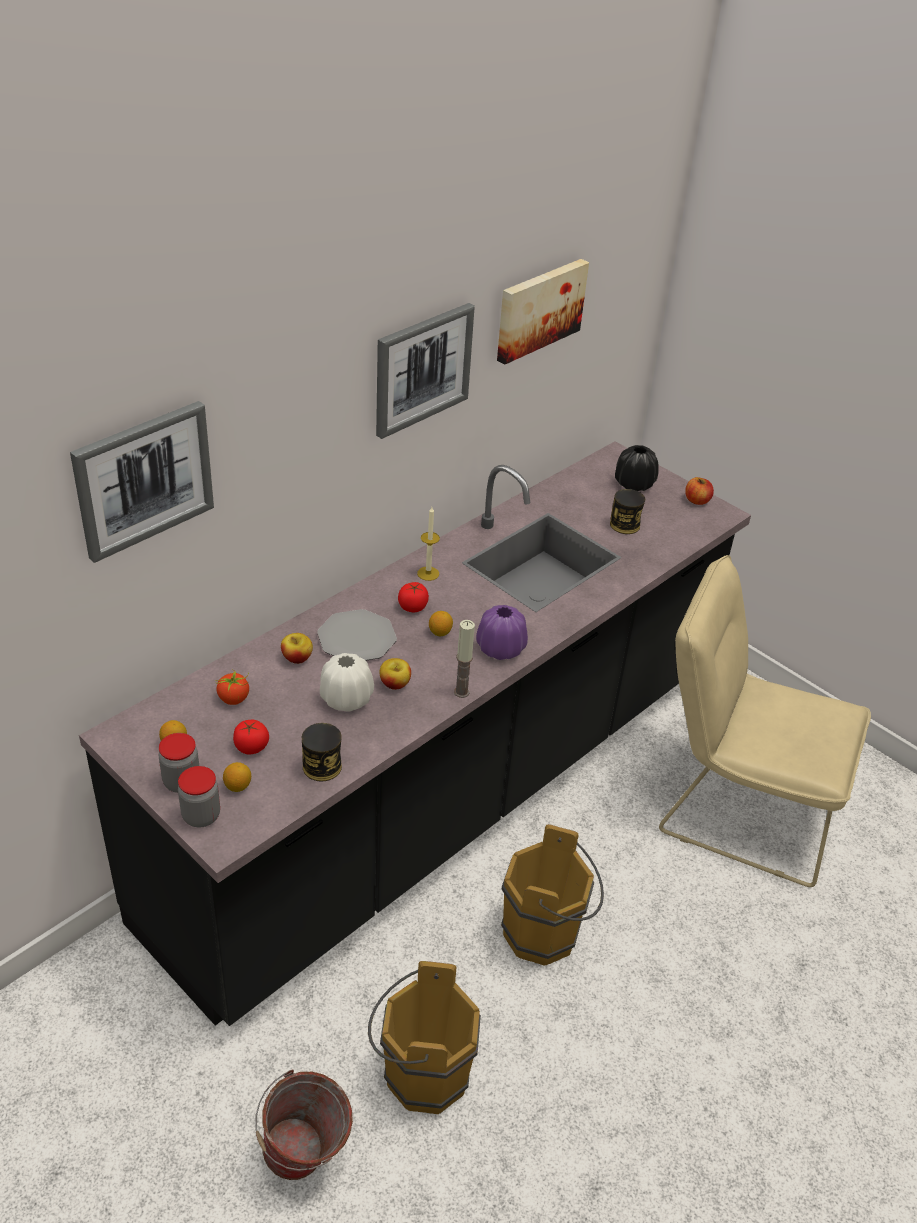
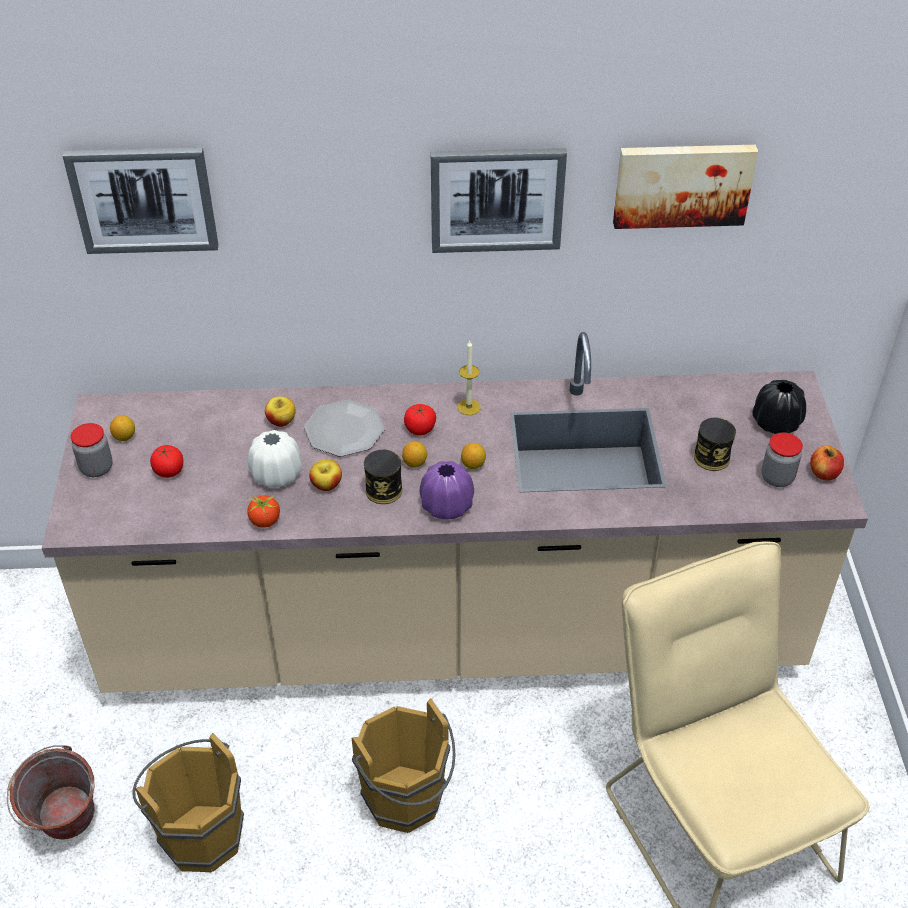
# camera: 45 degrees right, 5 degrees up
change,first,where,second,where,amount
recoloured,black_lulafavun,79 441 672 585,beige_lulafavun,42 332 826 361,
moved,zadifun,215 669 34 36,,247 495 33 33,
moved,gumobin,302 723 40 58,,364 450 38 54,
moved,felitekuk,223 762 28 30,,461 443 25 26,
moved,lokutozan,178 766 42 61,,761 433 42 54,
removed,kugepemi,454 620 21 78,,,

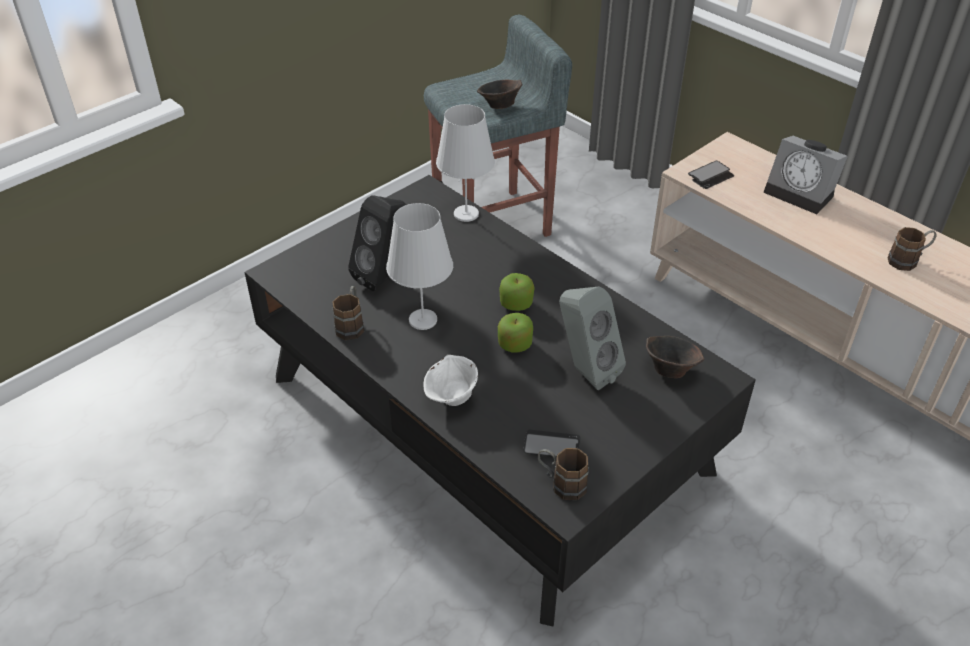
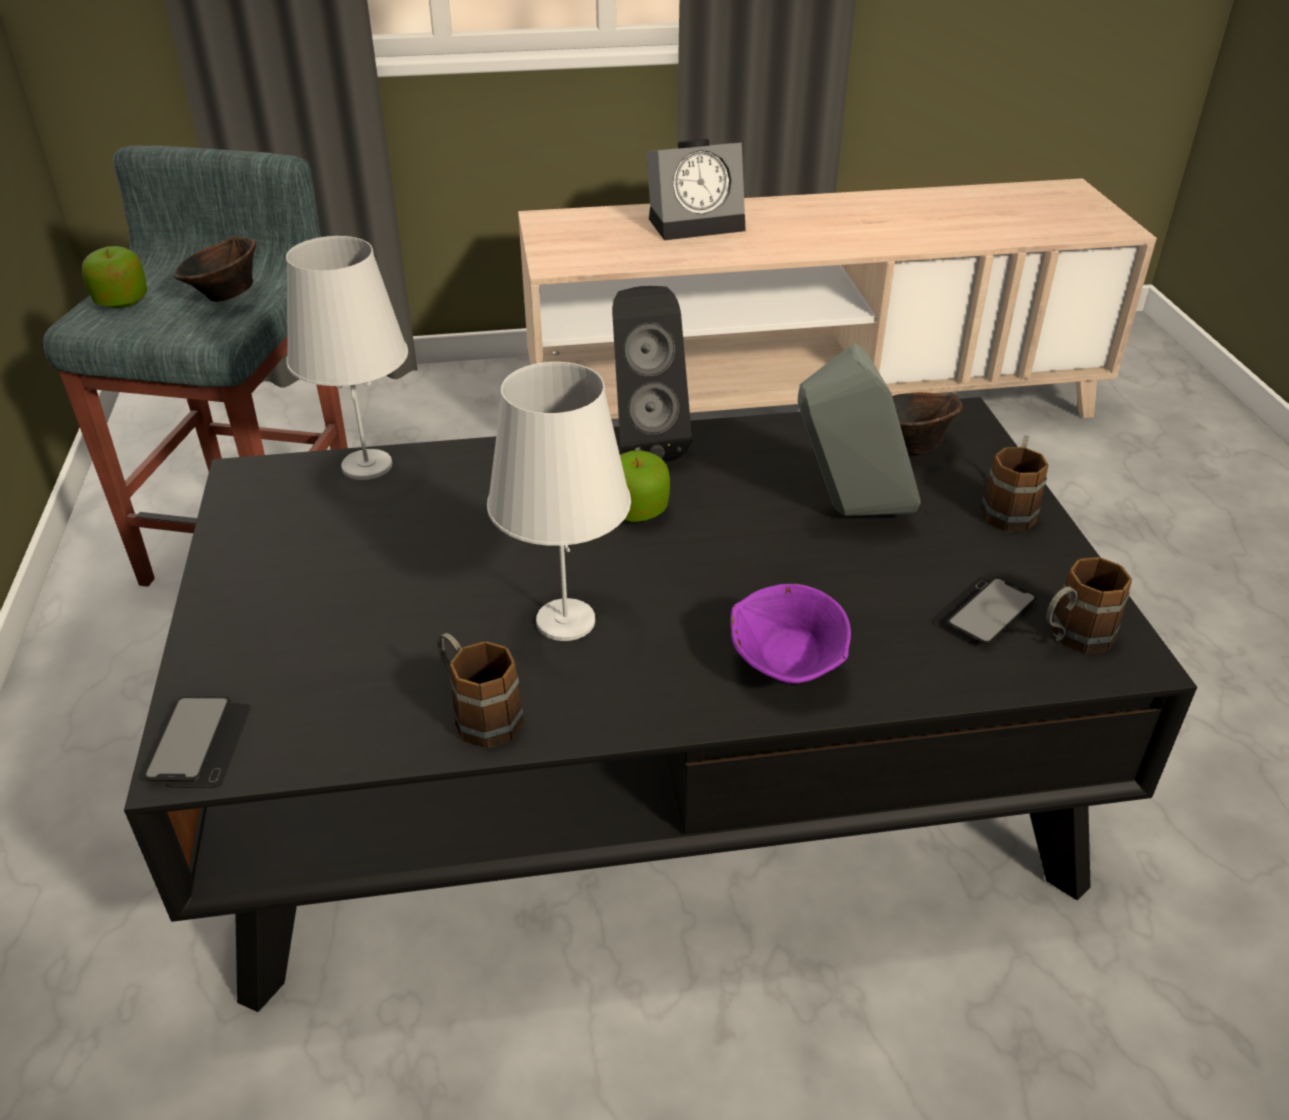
# camera: 55 degrees left, 5 degrees down
change,first,where,second,where,amount
moved,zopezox,498 313 35 40,,82 246 65 62,
moved,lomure,688 161 46 28,,143 696 107 92,
moved,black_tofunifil,348 195 58 96,,612 286 80 176,
recoloured,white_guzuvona,423 354 55 52,purple_guzuvona,730 584 121 100,
moved,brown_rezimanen,887 227 50 44,,980 435 68 97,

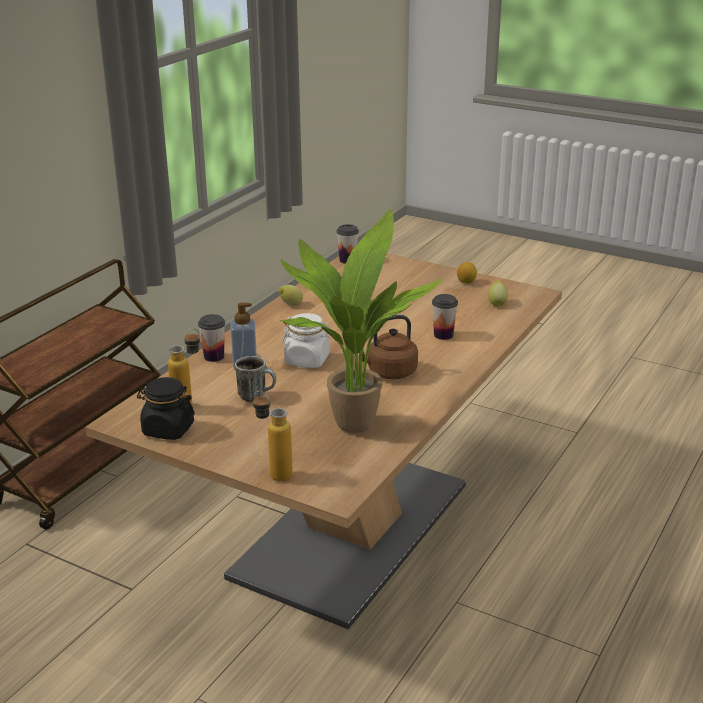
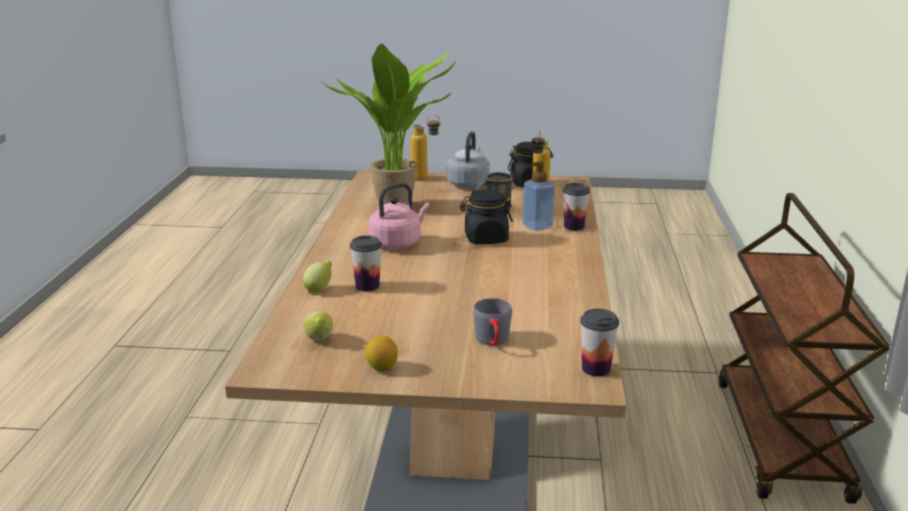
# camera: 155 degrees right, 5 degrees down
change,first,where,second,where,amount
moved,felitekuk,278 285 25 21,,303 260 29 33,
recoloured,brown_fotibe,362 315 56 64,pink_fotibe,369 183 61 66,
added,,,grey_fotibe,447 131 43 57,
recoloured,white_lokutozan,282 313 48 55,black_lokutozan,460 189 53 55,
added,,,grey_rezimanen,473 298 39 48,

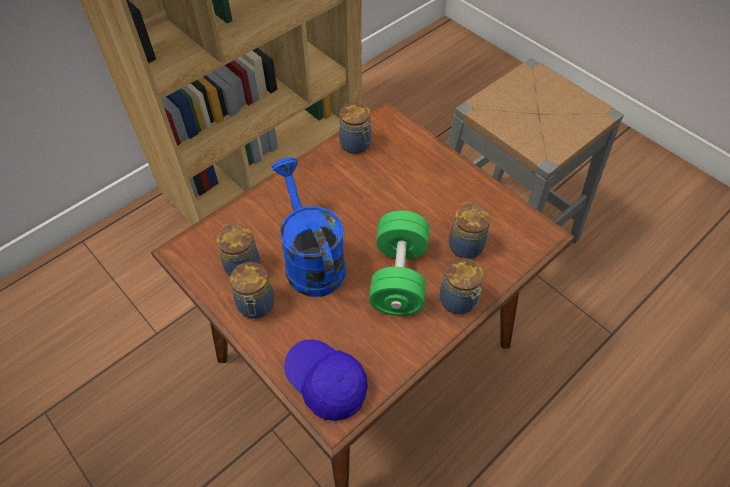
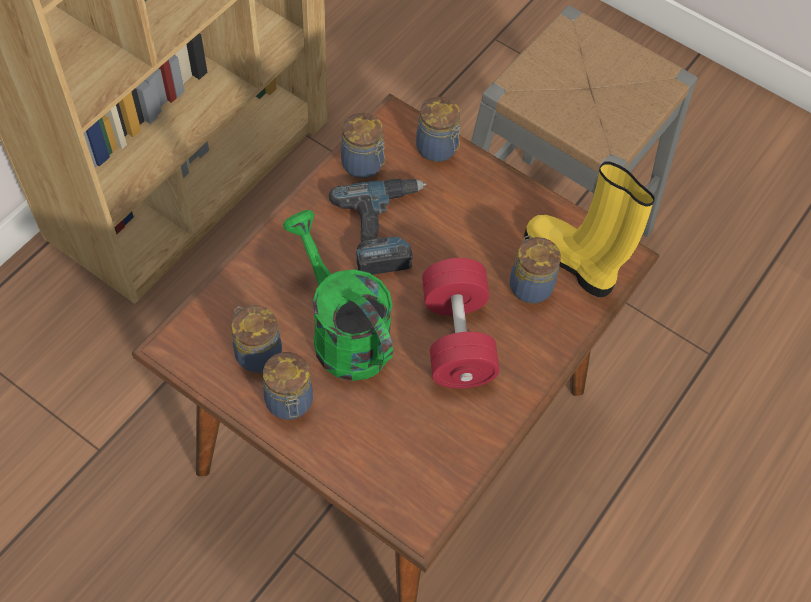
# camera: 15 degrees left, 5 degrees up
change,first,where,second,where,amount
recoloured,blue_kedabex,272 157 73 140,green_kedabex,283 210 110 171,
added,,,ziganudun,329 179 98 96,
moved,lokutozan,439 258 44 57,,416 97 45 65,
recoloured,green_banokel,369 211 60 105,red_banokel,422 258 78 131,
added,,,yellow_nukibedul,524 162 131 135,
removed,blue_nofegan,284 339 84 82,,,

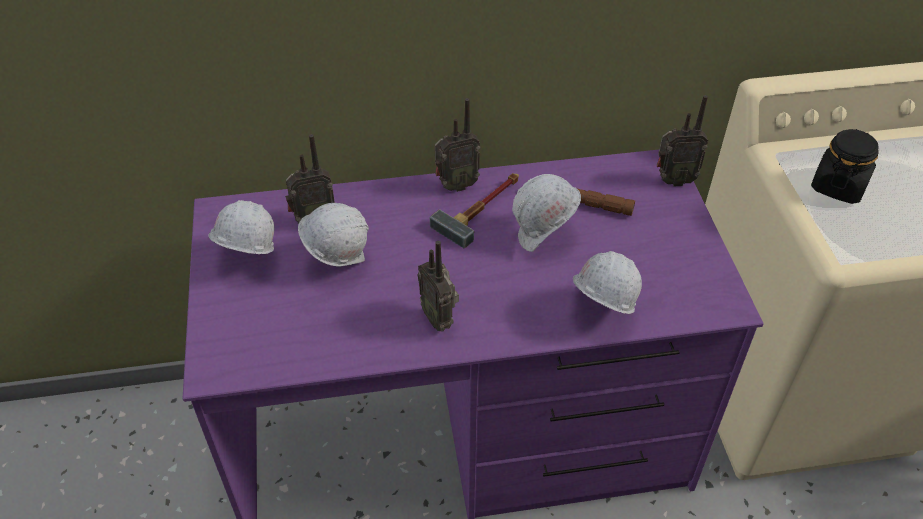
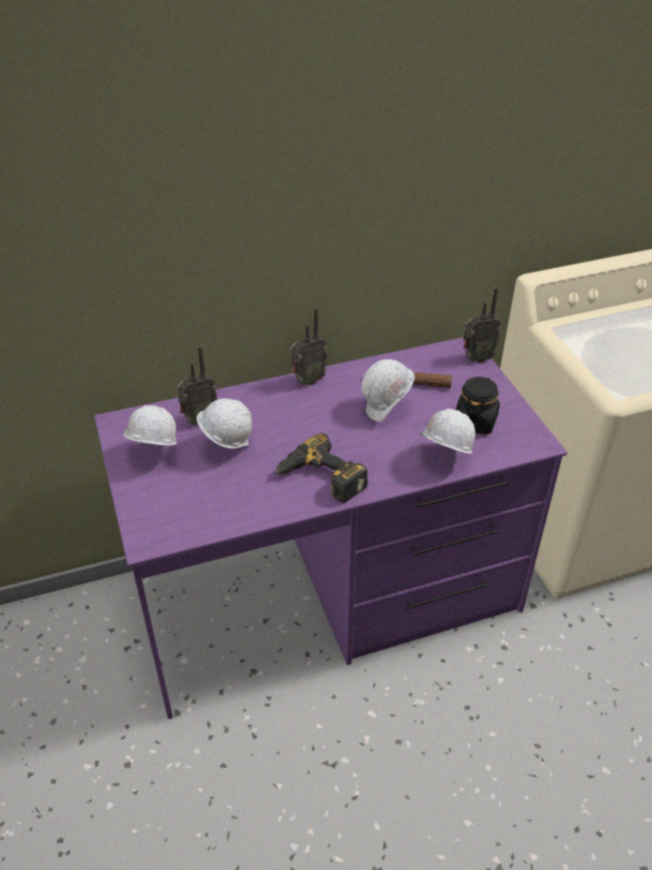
# camera: 10 degrees left, 5 degrees down
change,first,where,second,where,amount
replaced,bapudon,417 241 42 91,ziganudun,275 433 93 70,
moved,black_lokutozan,811 129 68 75,,456 376 44 59,
removed,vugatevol,430 173 89 75,,,

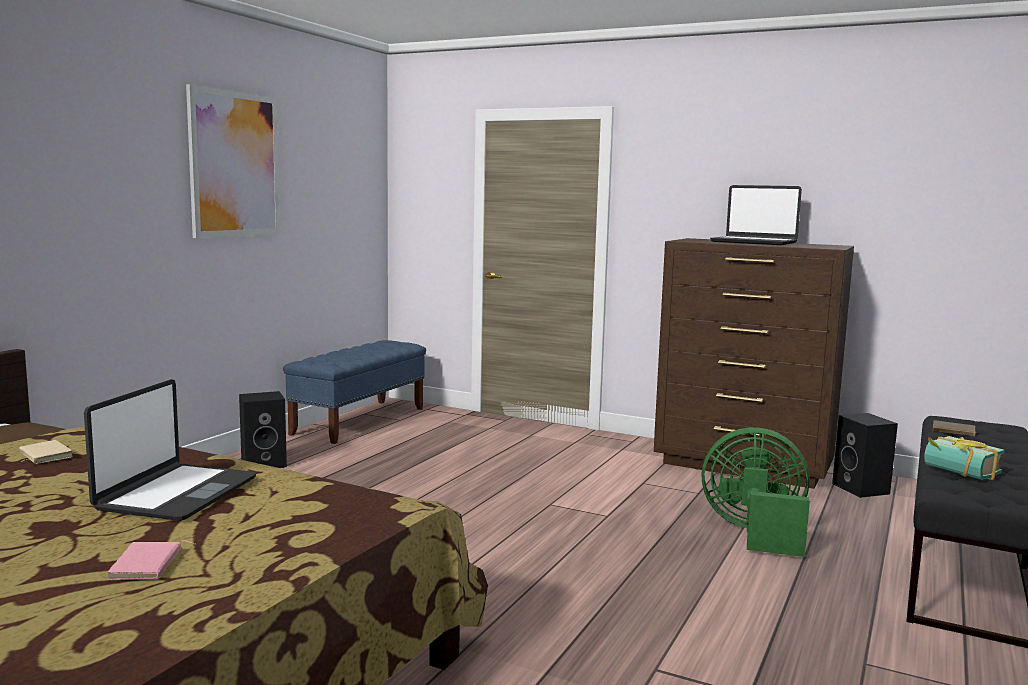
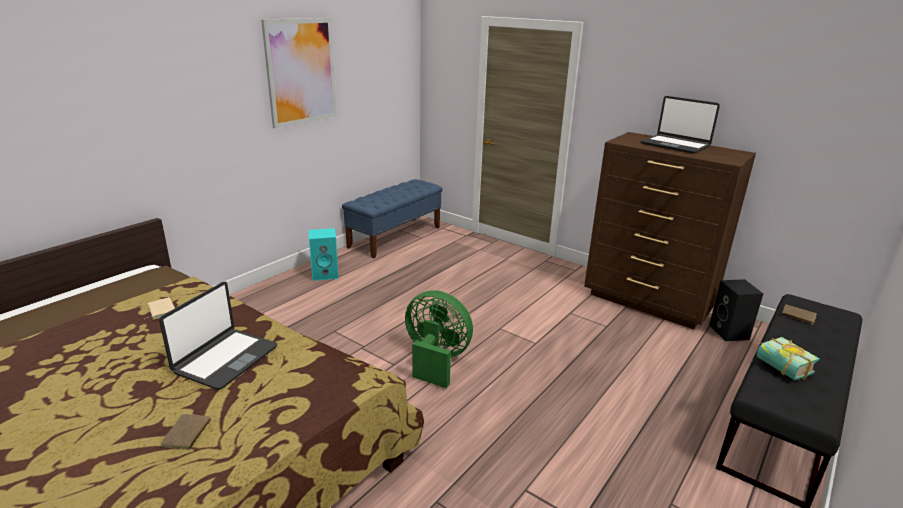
# camera: 10 degrees right, 15 degrees up
change,first,where,second,where,amount
recoloured,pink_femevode,107 540 88 40,brown_femevode,160 414 59 36,
recoloured,black_tofunifil,239 391 48 77,turquoise_tofunifil,309 228 30 53,
moved,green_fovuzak,702 427 108 130,,405 290 68 98,

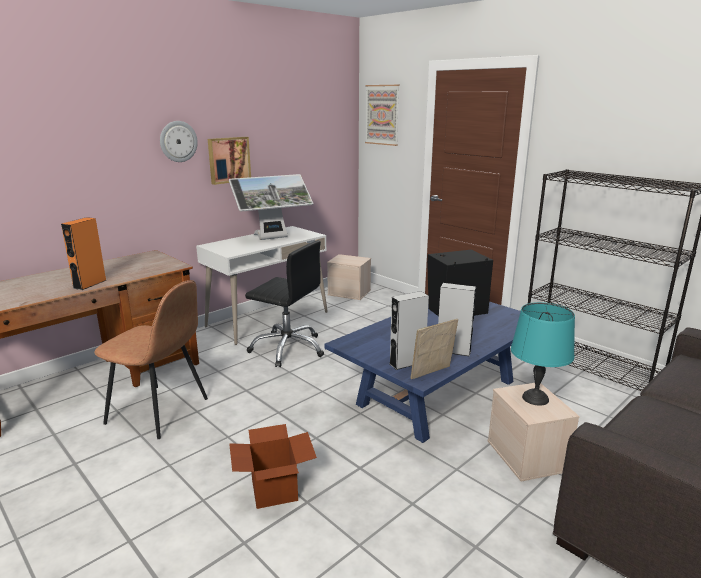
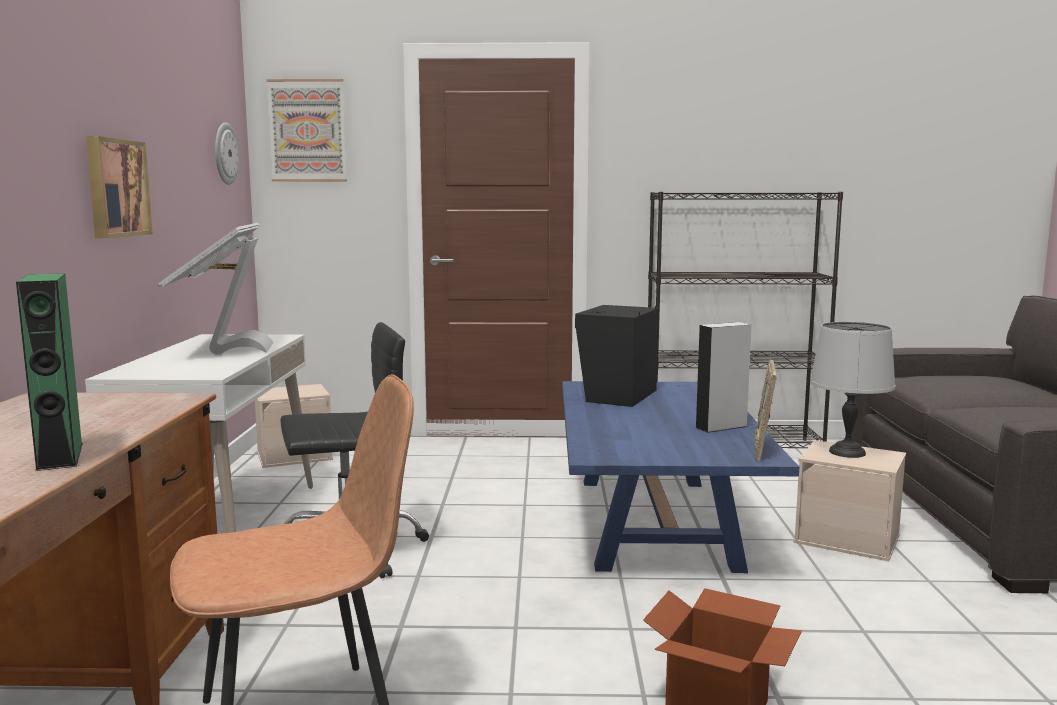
# camera: 45 degrees left, 10 degrees down
change,first,where,second,where,amount
recoloured,orange_tofunifil,61 217 45 73,green_tofunifil,16 273 67 198,
turned,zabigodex,229 174 84 66,,157 223 116 132,150 degrees clockwise
moved,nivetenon,160 121 38 41,,215 122 24 63,
recoloured,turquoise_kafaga,511 302 64 104,grey_kafaga,810 322 86 136,
removed,grey_tofunifil,390 291 39 79,,,

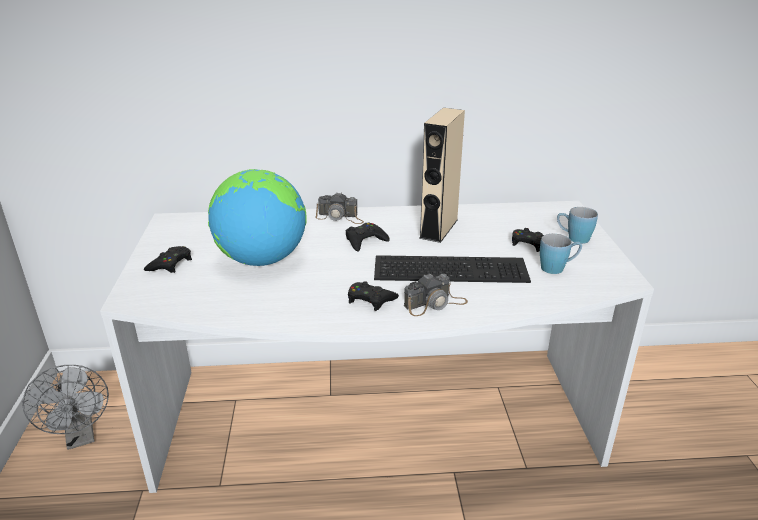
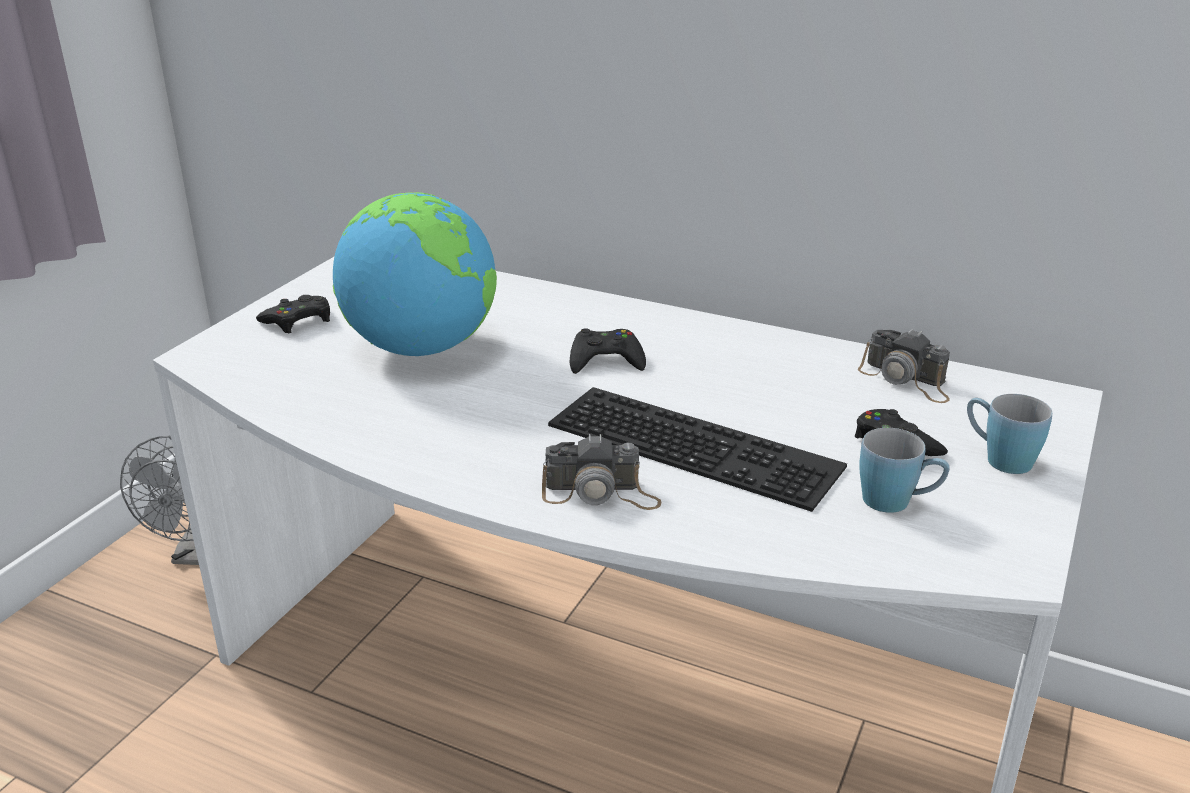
# camera: 30 degrees right, 0 degrees up
change,first,where,second,where,amount
moved,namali,316 192 48 32,,858 329 92 74,
removed,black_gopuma,348 281 51 30,,,
removed,beige_tofunifil,419 108 46 135,,,

